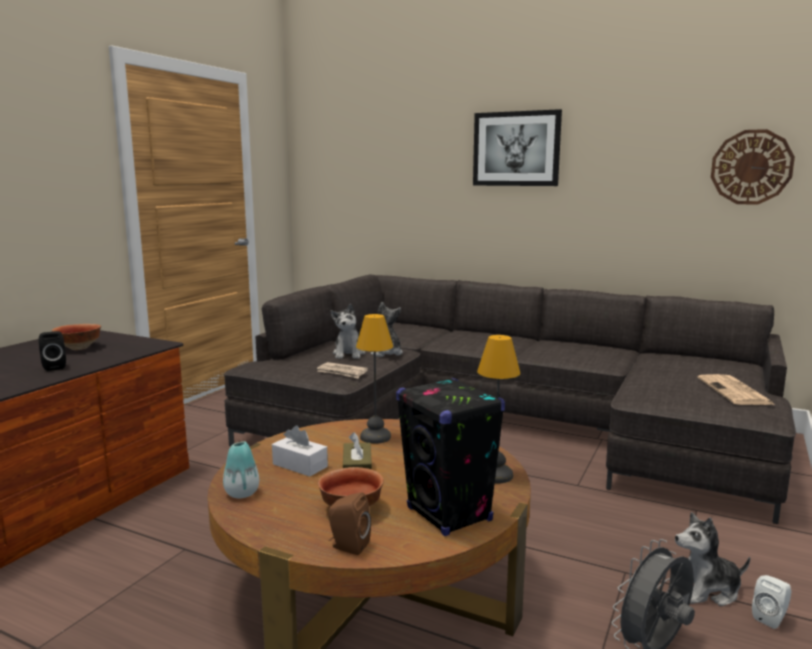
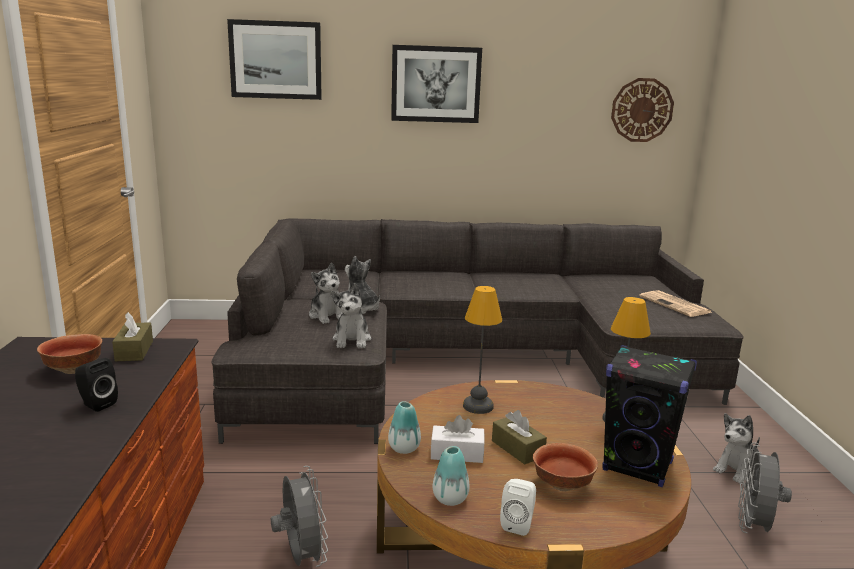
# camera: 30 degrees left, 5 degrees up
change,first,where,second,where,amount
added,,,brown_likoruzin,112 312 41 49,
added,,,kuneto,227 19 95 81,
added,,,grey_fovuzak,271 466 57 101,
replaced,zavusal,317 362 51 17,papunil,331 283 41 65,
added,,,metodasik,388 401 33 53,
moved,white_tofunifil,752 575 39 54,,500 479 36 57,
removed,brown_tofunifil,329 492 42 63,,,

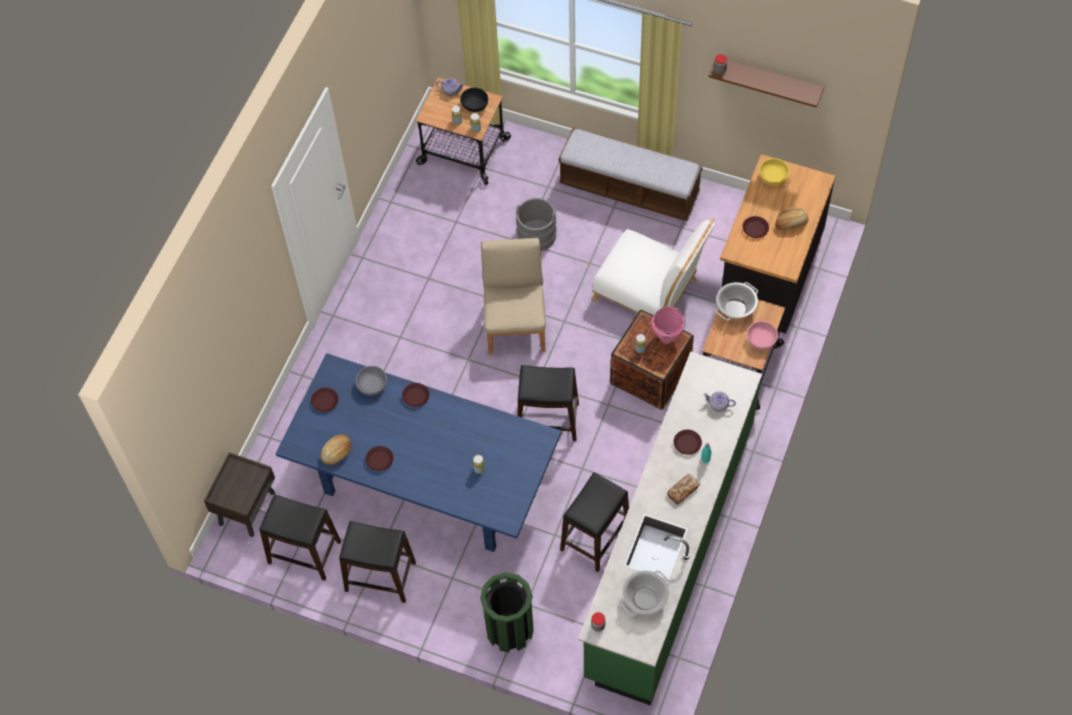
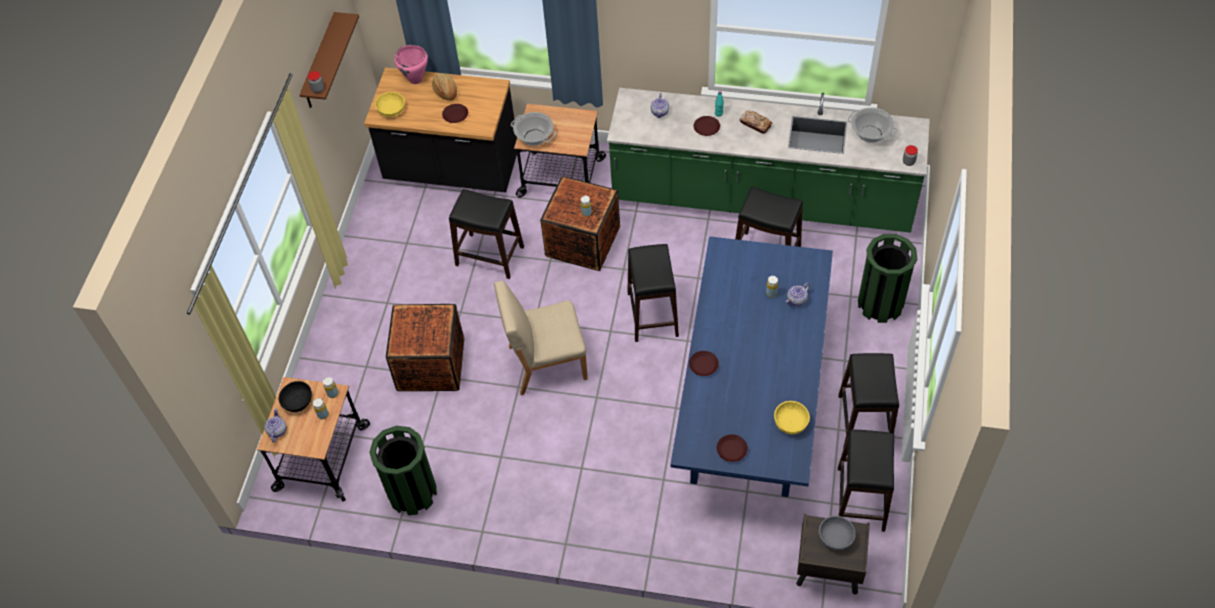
# camera: 100 degrees left, 5 degrees down
change,first,where,second,where,amount
added,,,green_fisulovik,369 426 68 89,
replaced,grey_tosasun,516 198 41 53,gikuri,386 304 78 87,
moved,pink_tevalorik,651 306 34 38,,394 45 34 39,
replaced,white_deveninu,591 218 124 97,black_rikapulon,449 189 75 90,
replaced,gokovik,320 434 31 31,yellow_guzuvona,774 401 36 34,
added,,,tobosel,786 283 24 23,
moved,grey_guzuvona,355 366 32 30,,819 516 37 35,
removed,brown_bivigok,365 446 28 25,,,
removed,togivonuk,559 127 144 94,,,
removed,pink_guzuvona,747 321 31 29,,,

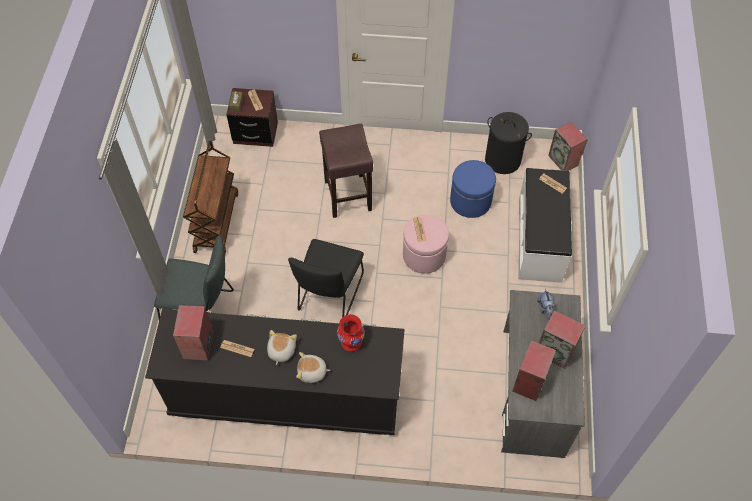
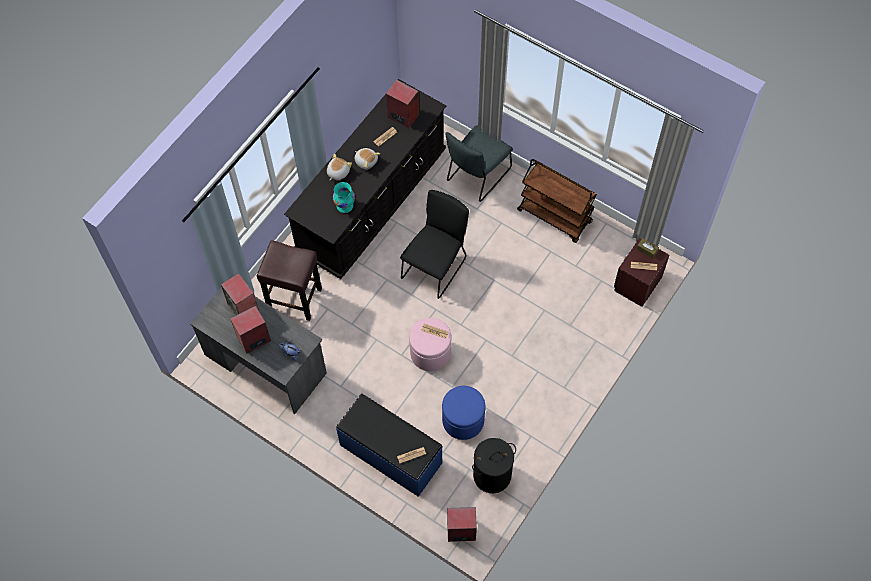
# camera: 120 degrees right, 5 degrees up
change,first,where,second,where,amount
moved,brown_rikapulon,319 124 54 94,,257 240 65 81,
recoloured,red_metodasik,337 314 28 37,turquoise_metodasik,333 182 22 31,
recoloured,white_togivonuk,518 168 54 115,blue_togivonuk,336 394 107 103,
turned,black_deveninu,288 239 76 78,,400 190 69 109,75 degrees clockwise

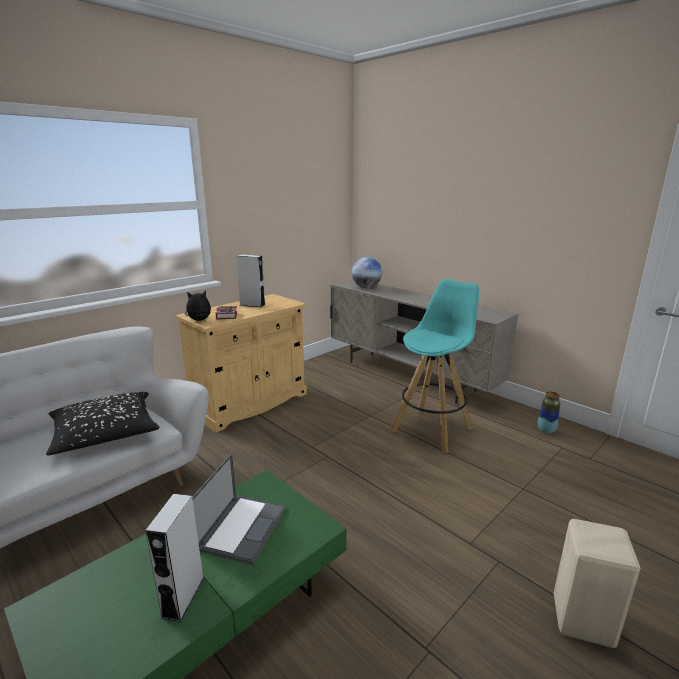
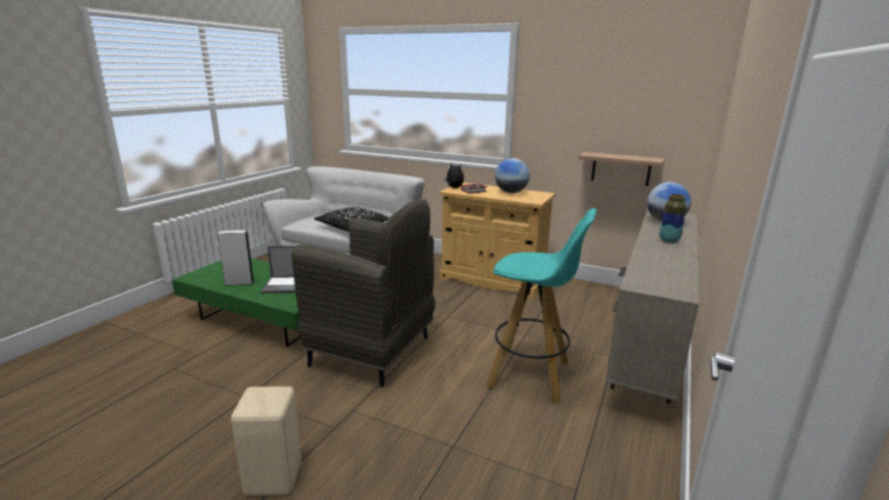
# camera: 70 degrees right, 0 degrees up
change,first,where,second,where,amount
added,,,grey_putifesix,291 199 144 188,
replaced,grey_tofunifil,236 254 29 53,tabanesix,495 158 35 35,
added,,,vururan,579 152 86 34,
moved,metodasik,538 392 22 42,,659 194 27 49,

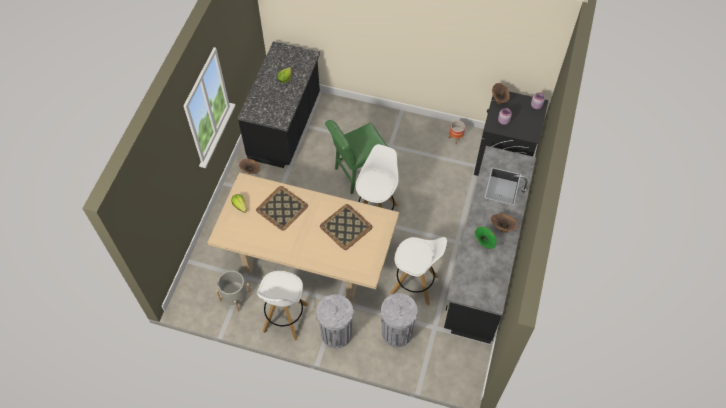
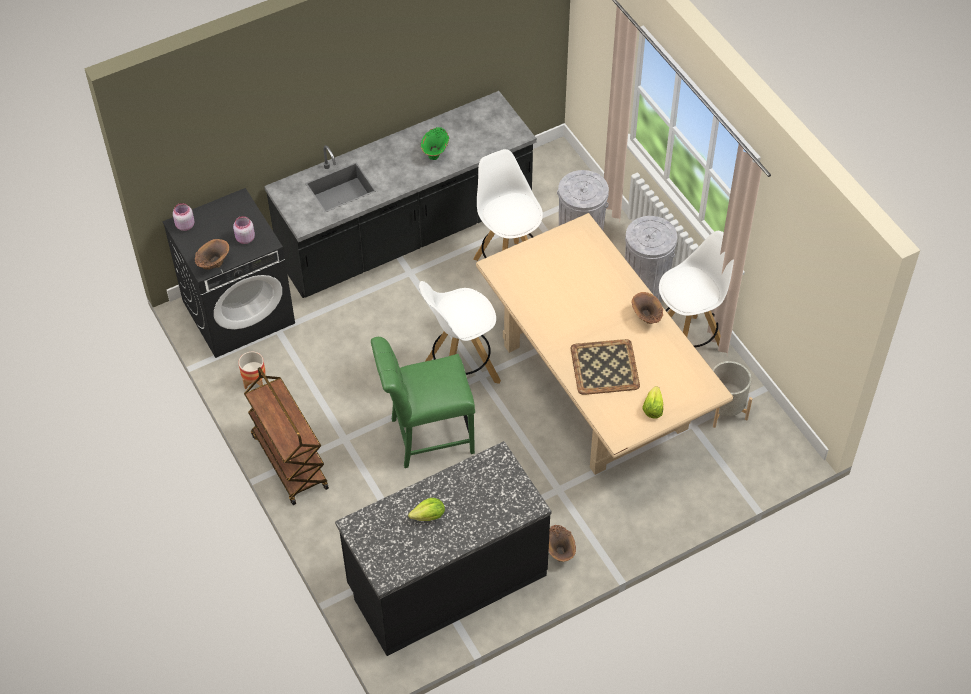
# camera: 135 degrees left, 5 degrees down
change,first,where,second,where,amount
added,,,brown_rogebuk,244 367 85 138,
turned,green_deveninu,325 120 62 74,,371 337 104 131,150 degrees clockwise
moved,brown_metodasik,491 213 26 20,,631 292 32 32,
removed,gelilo,320 204 52 46,,,

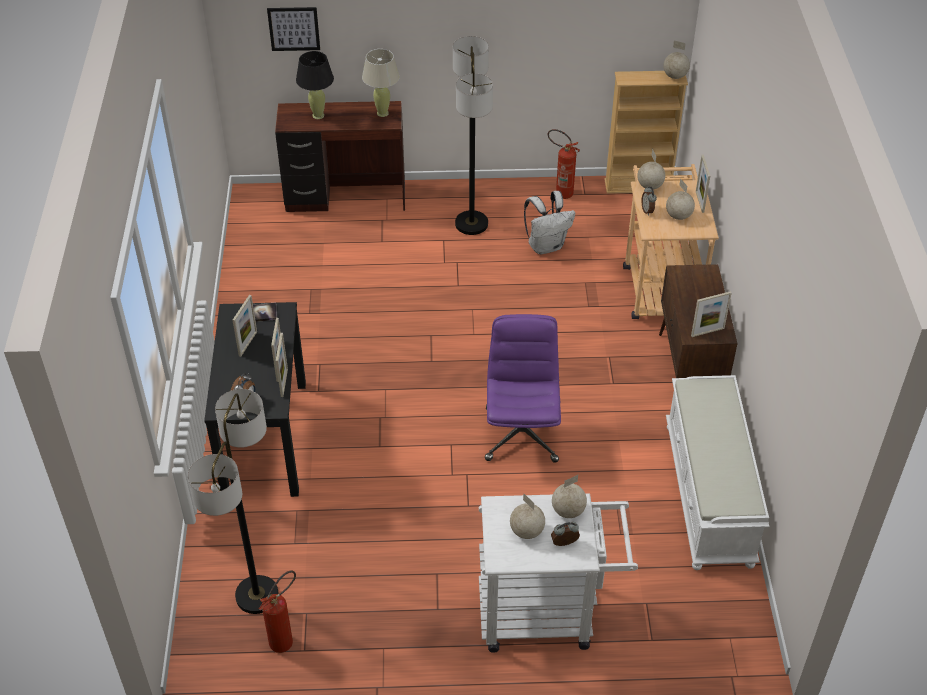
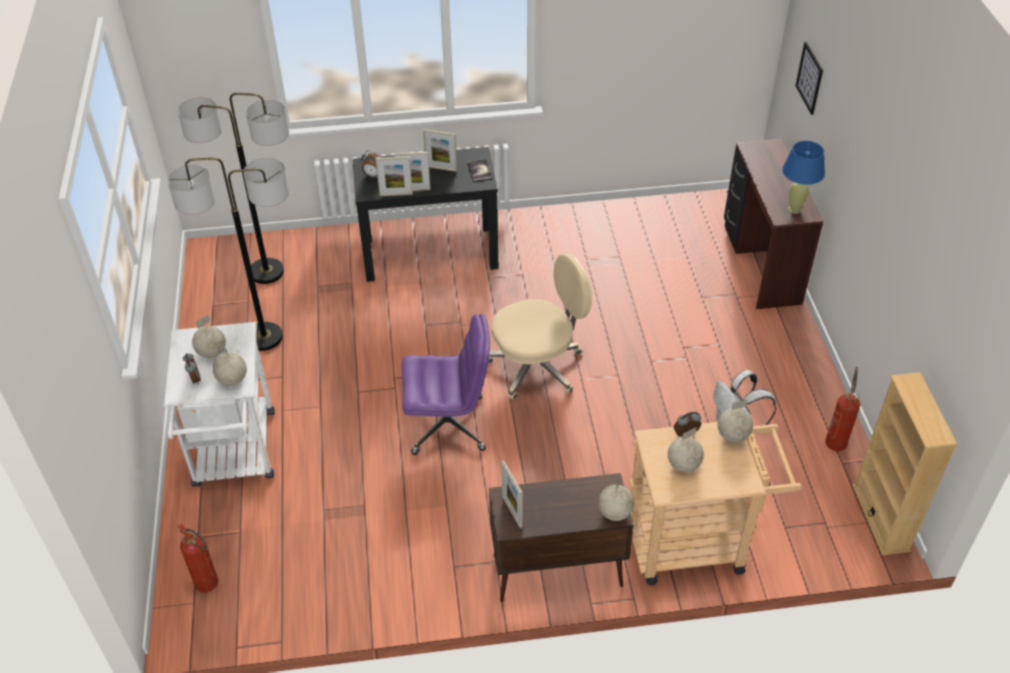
# camera: 85 degrees right, 0 degrees up
change,first,where,second,where,amount
moved,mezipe,453 36 40 199,,168 157 121 194,
moved,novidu,258 571 38 82,,178 524 40 68,
added,,,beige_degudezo,488 253 104 147,
moved,tabanesix,663 41 27 38,,598 474 36 47,
recoloured,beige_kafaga,362 49 38 68,blue_kafaga,782 141 43 73,
removed,black_kafaga,296 51 38 68,,,
removed,white_togivonuk,666 375 103 195,,,
removed,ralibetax,696 155 14 58,,,

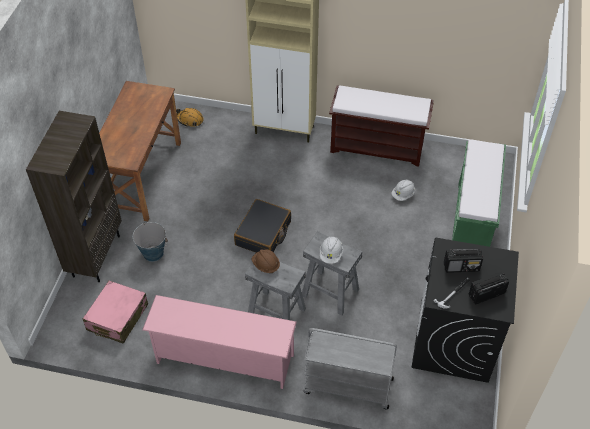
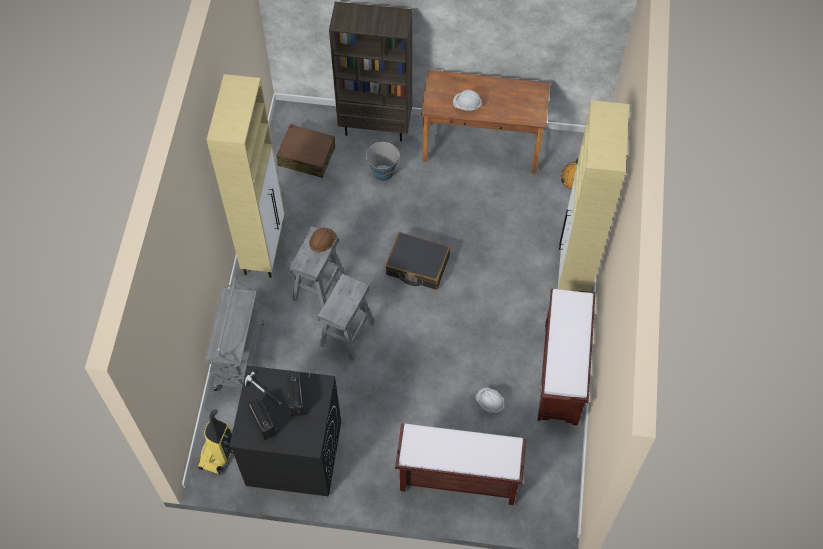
# camera: 85 degrees right, 10 degrees up
change,first,where,second,where,amount
added,,,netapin,198 409 35 66,
replaced,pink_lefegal,142 295 155 94,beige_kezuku,207 74 78 204,
recoloured,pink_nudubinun,83 280 65 64,brown_nudubinun,276 124 59 54,
recoloured,green_togivonuk,452 139 54 108,brown_togivonuk,395 423 131 82,
moved,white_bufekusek,320 237 23 27,,453 90 29 21,

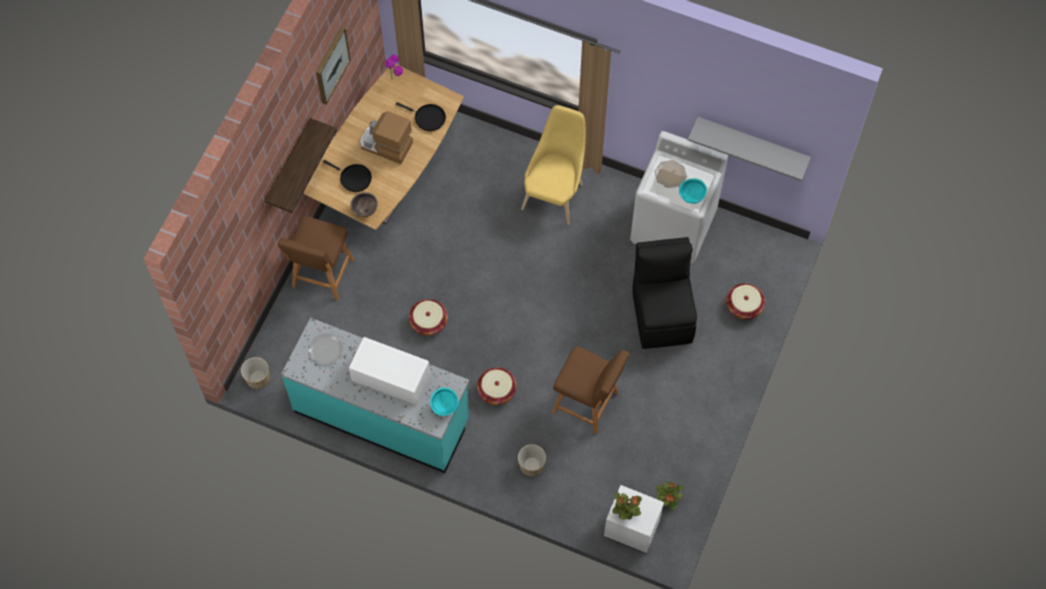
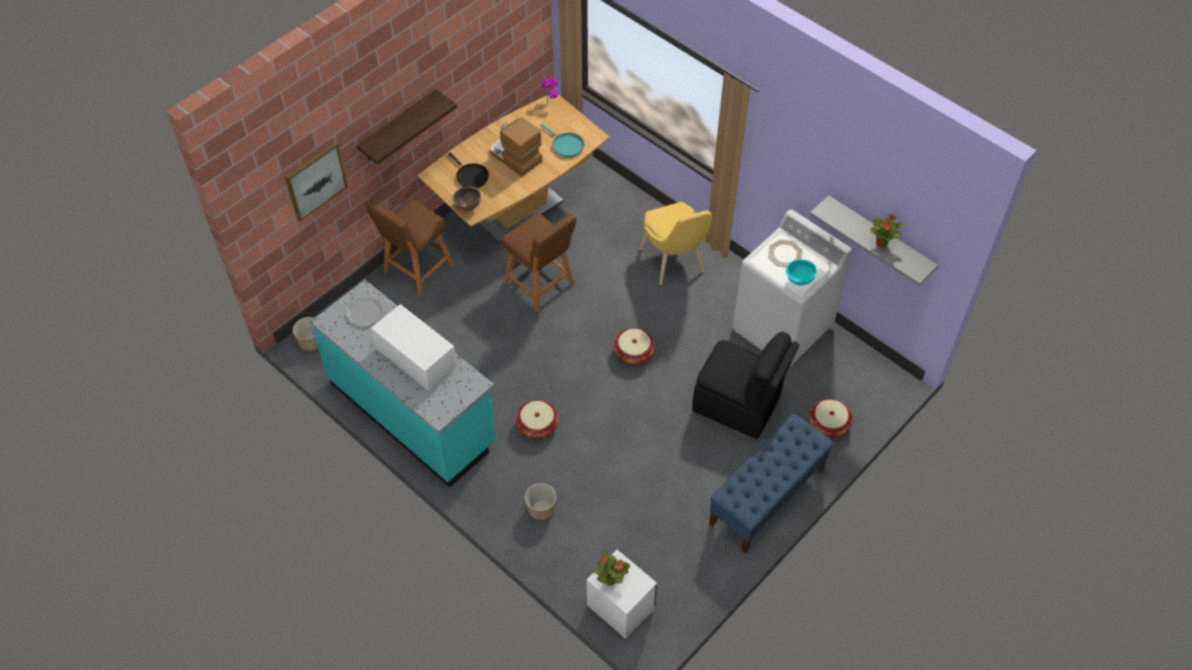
# camera: 20 degrees right, 10 degrees down
change,first,where,second,where,amount
moved,kuneto,316 26 35 79,,285 142 63 79,
moved,brown_rikapulon,552 346 78 88,,502 214 75 98,
recoloured,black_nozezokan,396 102 50 29,turquoise_nozezokan,541 124 43 33,
moved,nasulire,409 299 39 37,,614 328 41 37,
turned,yellow_deveninu,521 105 64 120,,639 202 73 83,120 degrees clockwise
turned,black_deveninu,632 237 65 112,,692 331 107 108,105 degrees clockwise
added,,,blue_togivonuk,709 413 125 140,
moved,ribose,656 481 28 30,,870 214 34 33,
removed,turquoise_guzuvona,430 388 29 28,,,

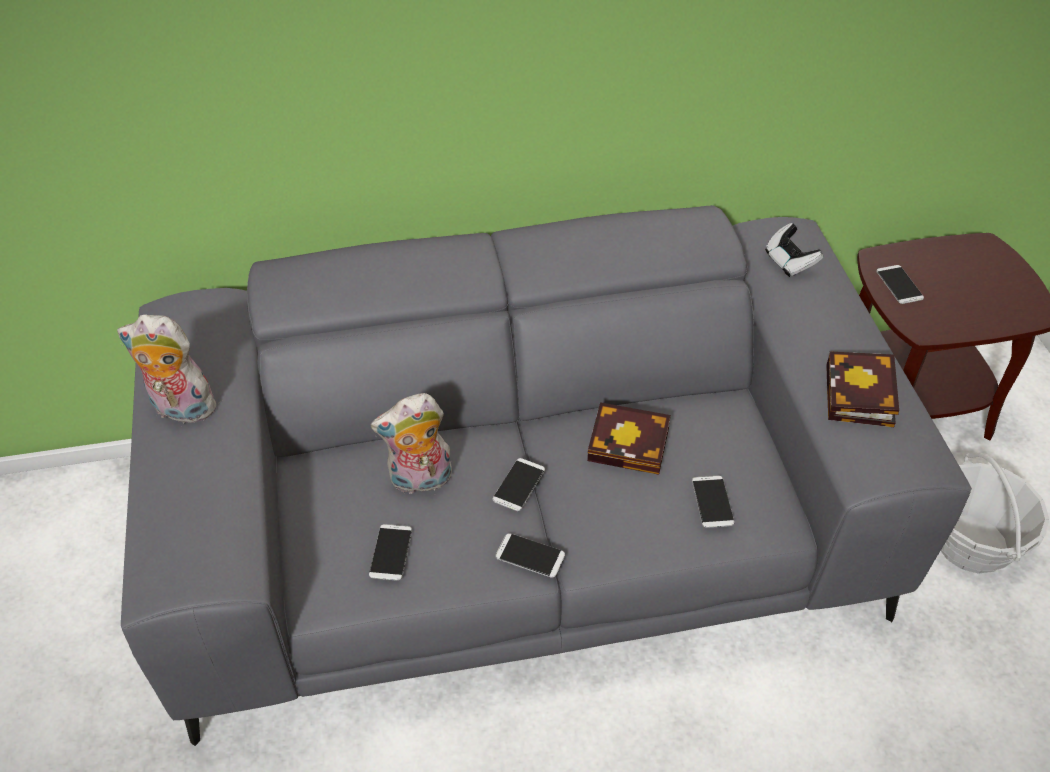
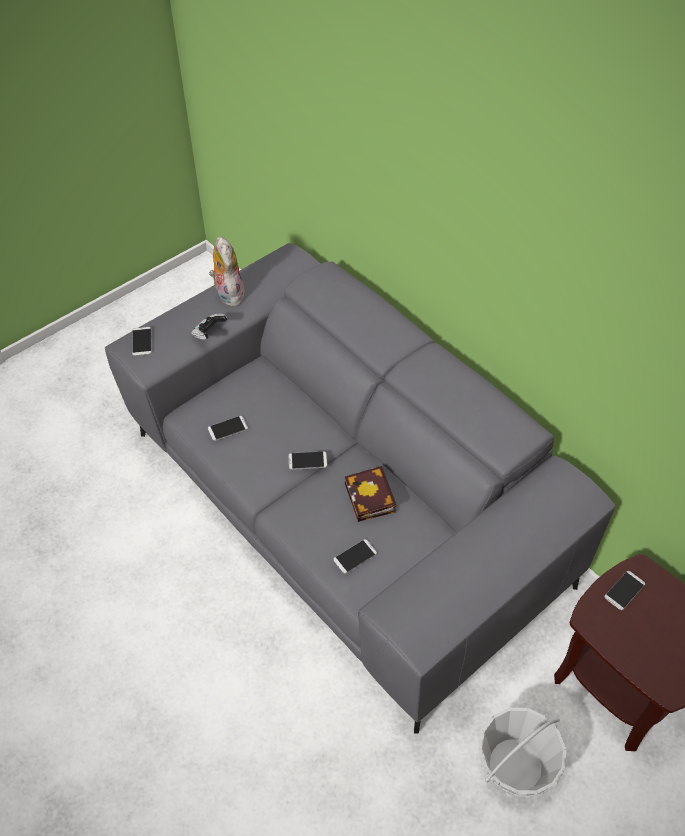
# camera: 60 degrees right, 5 degrees up
change,first,where,second,where,amount
moved,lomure,496 533 69 45,,132 327 20 29,
moved,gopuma,765 223 58 54,,191 314 37 26,
removed,papunil,371 393 81 101,,,
removed,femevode,826 351 73 76,,,

